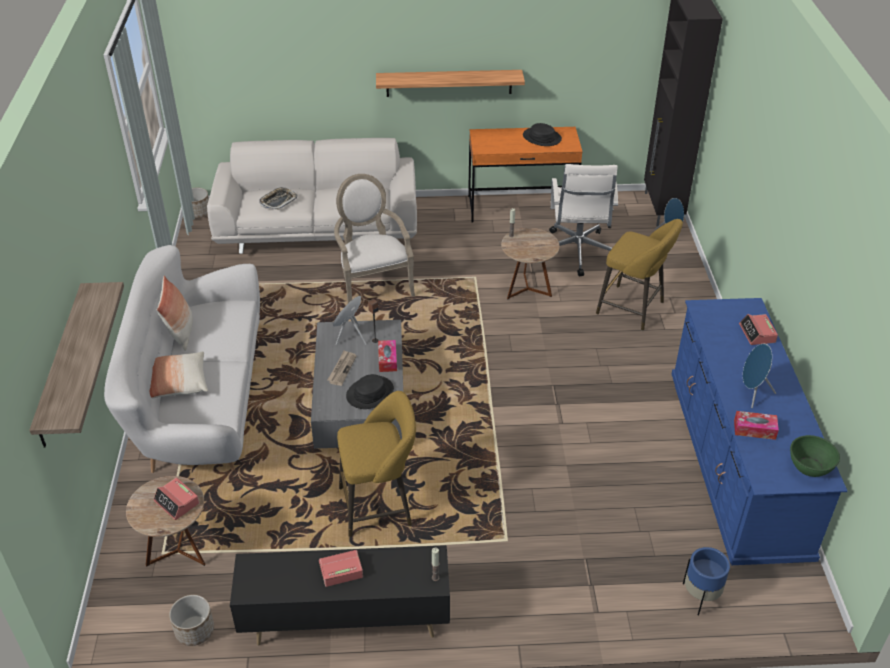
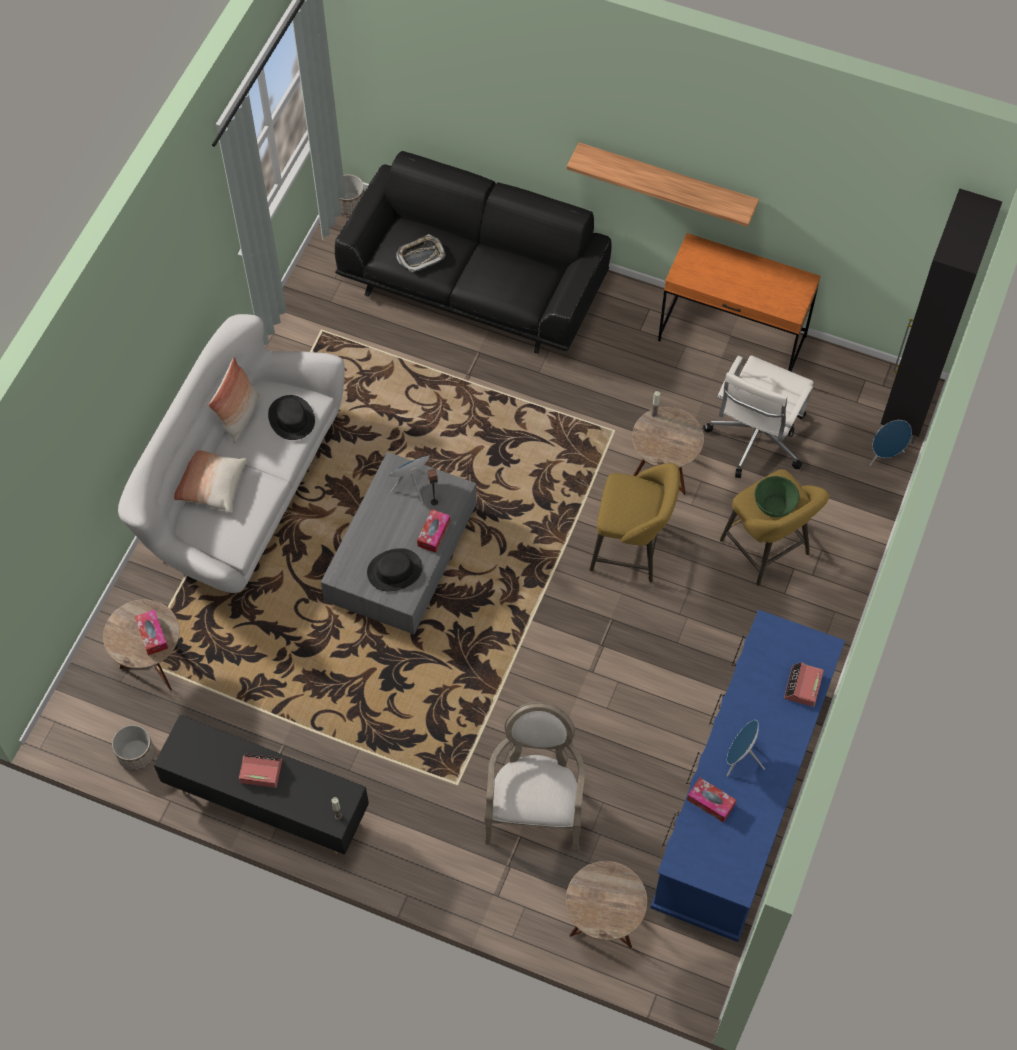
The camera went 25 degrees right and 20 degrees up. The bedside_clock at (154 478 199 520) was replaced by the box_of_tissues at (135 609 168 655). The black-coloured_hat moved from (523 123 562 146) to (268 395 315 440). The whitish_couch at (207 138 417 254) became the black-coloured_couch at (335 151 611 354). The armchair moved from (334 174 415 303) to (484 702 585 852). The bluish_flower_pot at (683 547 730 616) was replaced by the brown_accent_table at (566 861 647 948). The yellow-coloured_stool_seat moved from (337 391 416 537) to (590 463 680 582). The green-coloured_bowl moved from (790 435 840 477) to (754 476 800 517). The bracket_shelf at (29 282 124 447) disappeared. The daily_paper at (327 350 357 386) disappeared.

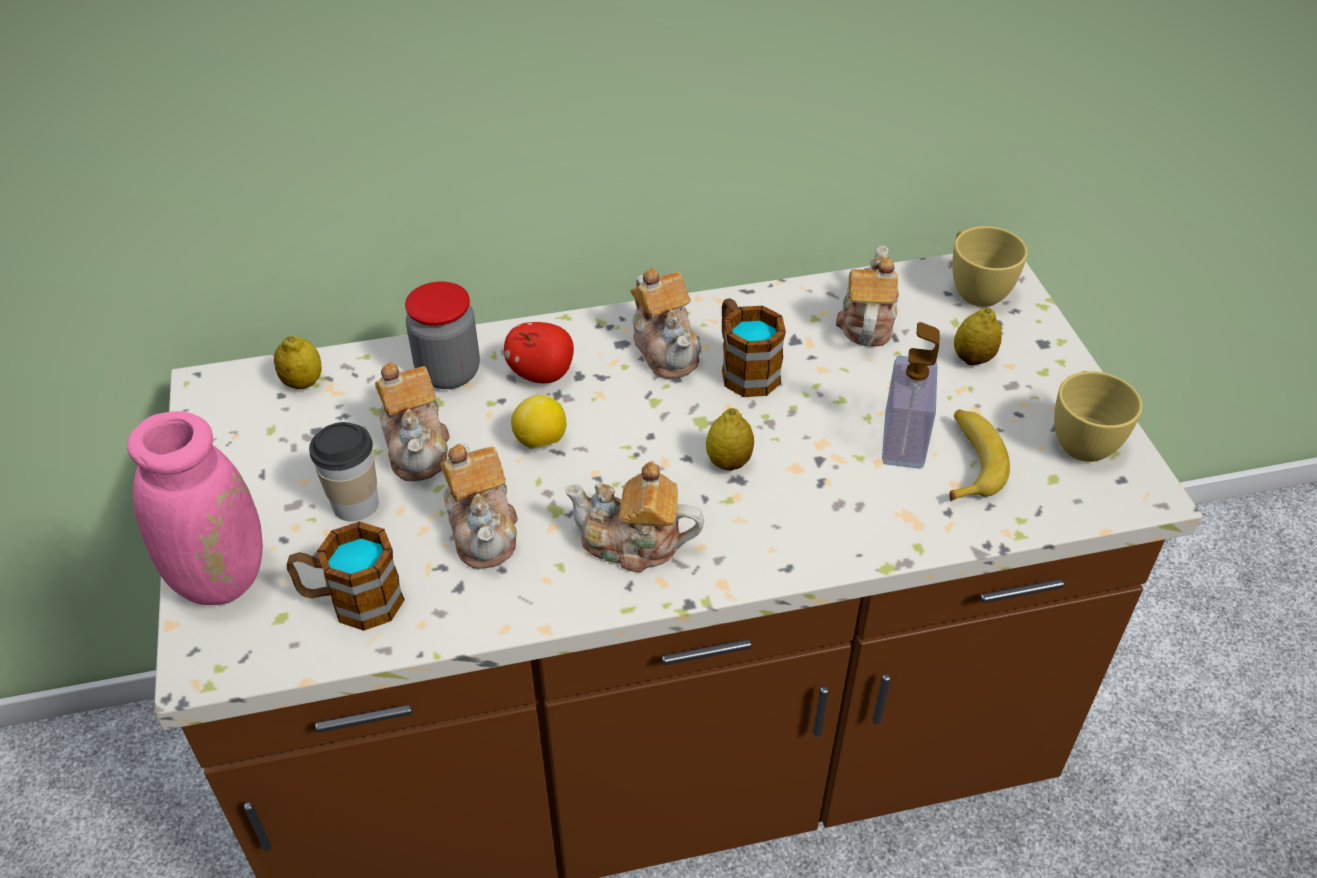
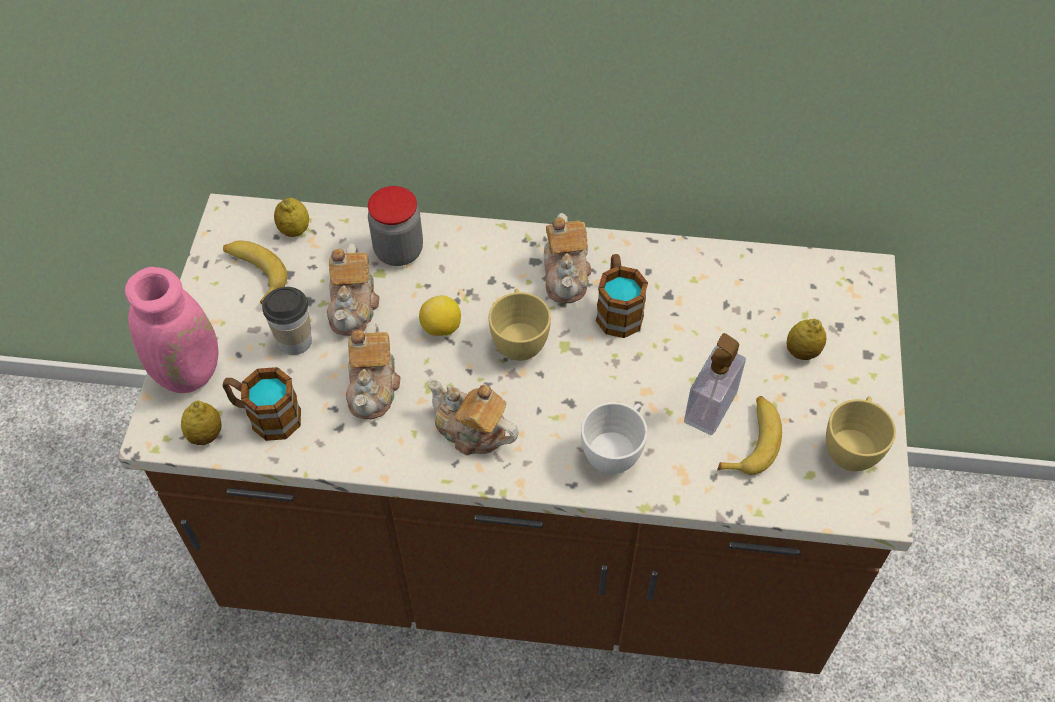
The camera went 20 degrees right and 10 degrees up. The lemon moved from (706 408 754 471) to (181 400 221 445). The banana at (223 241 287 304) appeared. The yellow-coloured_small_cup moved from (952 226 1028 307) to (489 289 551 361). The whitish_small_cup at (581 402 647 474) appeared. The whole_apple at (504 322 574 383) disappeared. The tea_pot at (836 245 899 347) disappeared.

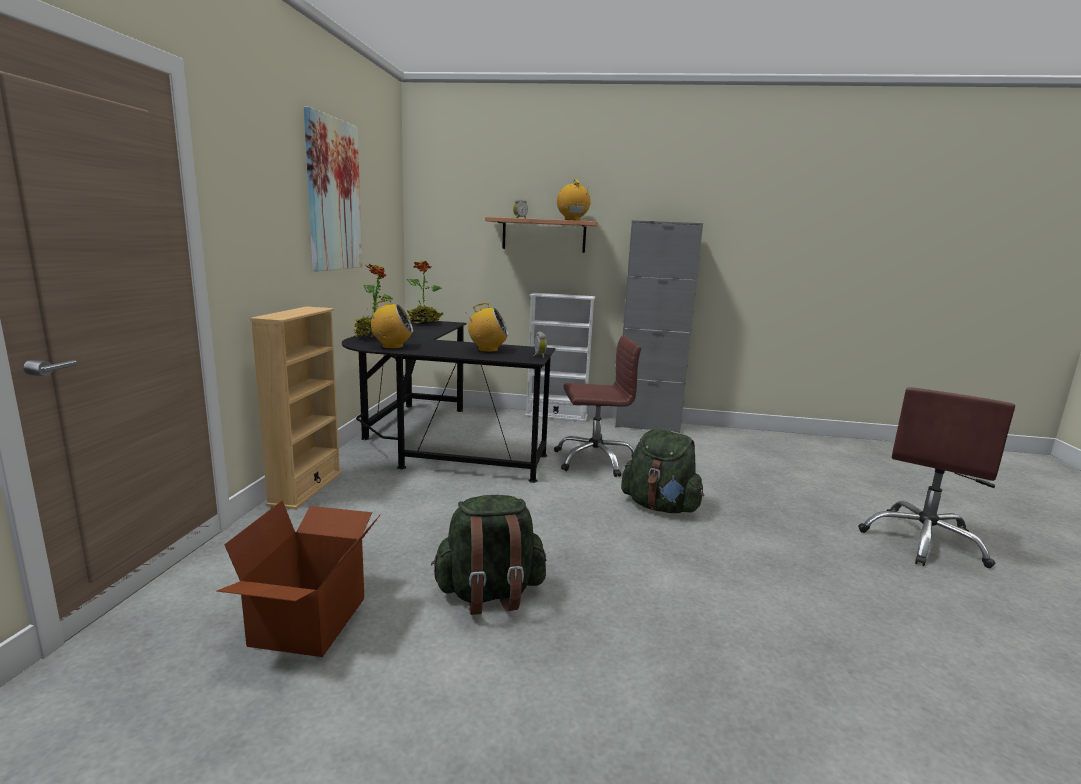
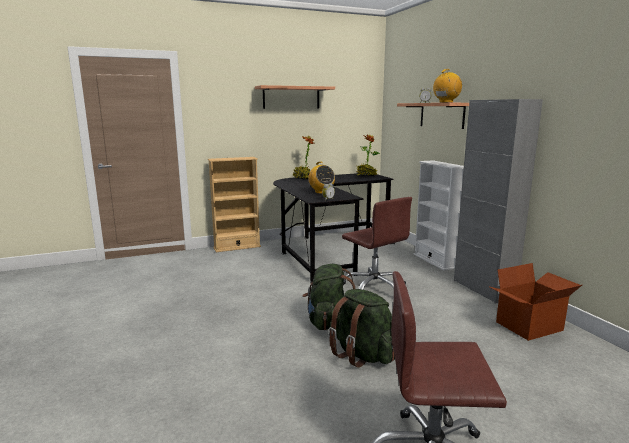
The camera went 60 degrees right and 0 degrees up. The wall_art at (304 107 362 271) was replaced by the bracket_shelf at (255 85 335 109). The green-coloured_rucksack moved from (431 495 546 615) to (328 289 395 368). The packing_box moved from (217 500 380 657) to (488 263 582 341). The radio_receiver at (368 299 413 349) disappeared.

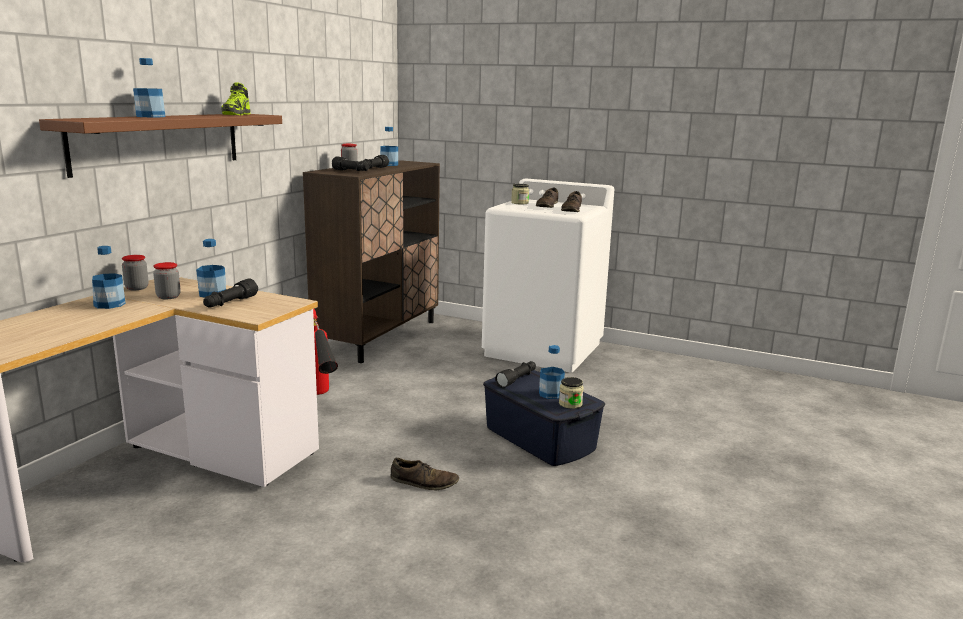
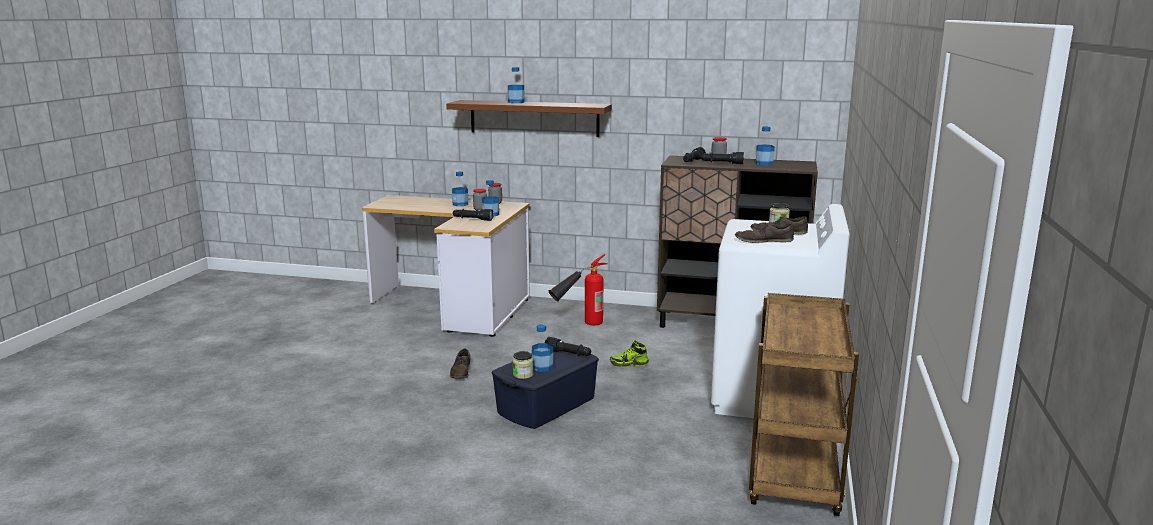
The camera went 80 degrees right and 0 degrees up. The shoe moved from (221 82 250 115) to (610 340 649 367). The brown_wheeled_cart at (749 293 859 516) appeared.

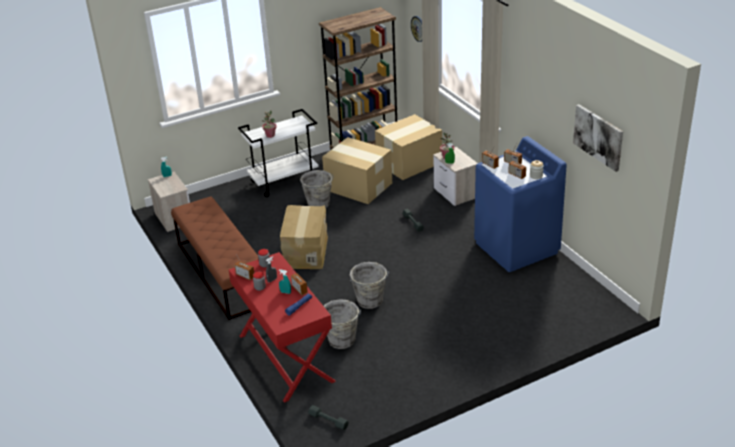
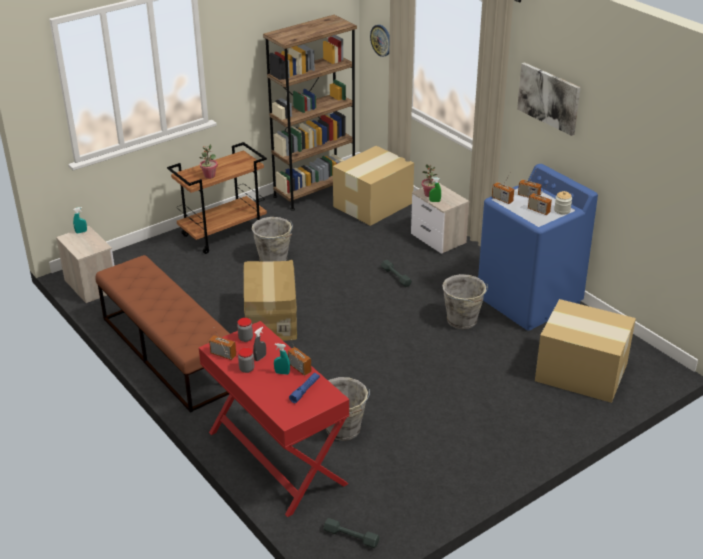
The camera went 10 degrees left and 0 degrees up. The whitish_wheeled_cart at (238 109 319 197) became the brown_wheeled_cart at (167 142 267 254). The gray_pail moved from (350 262 389 309) to (442 274 488 329). The wall_art moved from (573 104 623 172) to (517 62 581 136). The packing_box moved from (322 137 392 204) to (535 299 636 403).

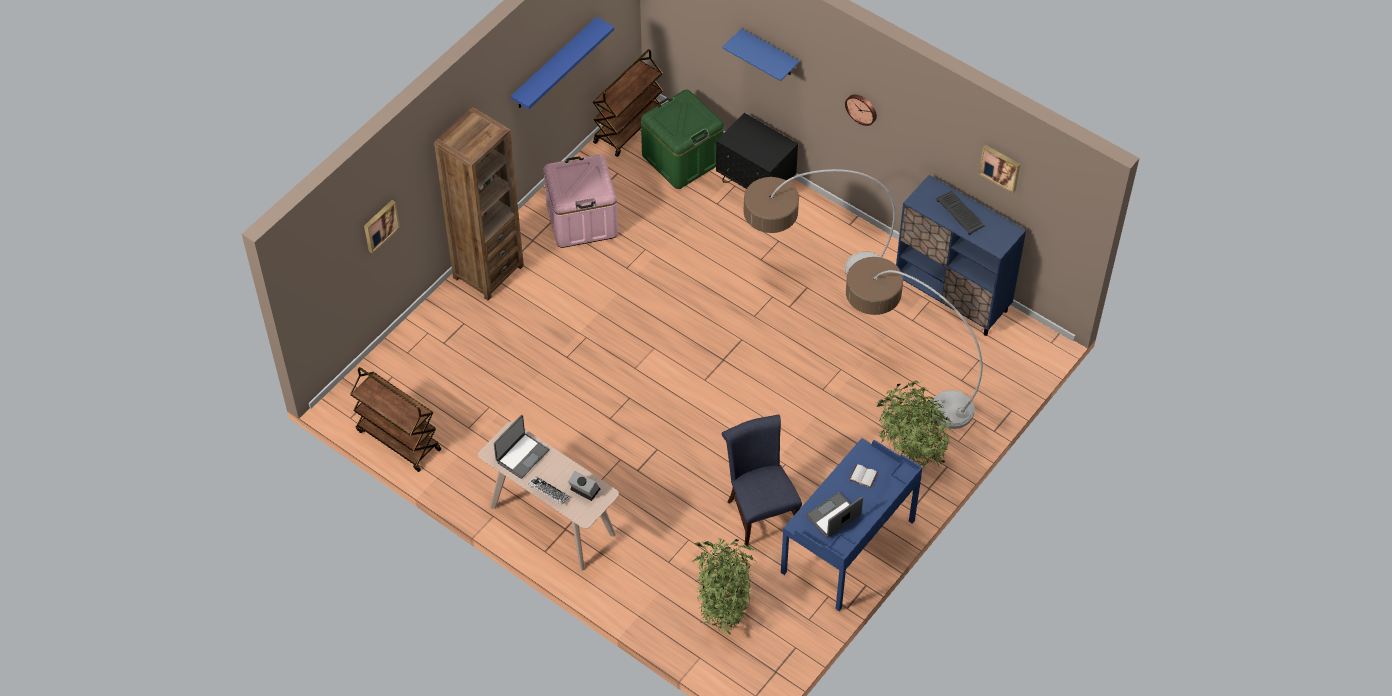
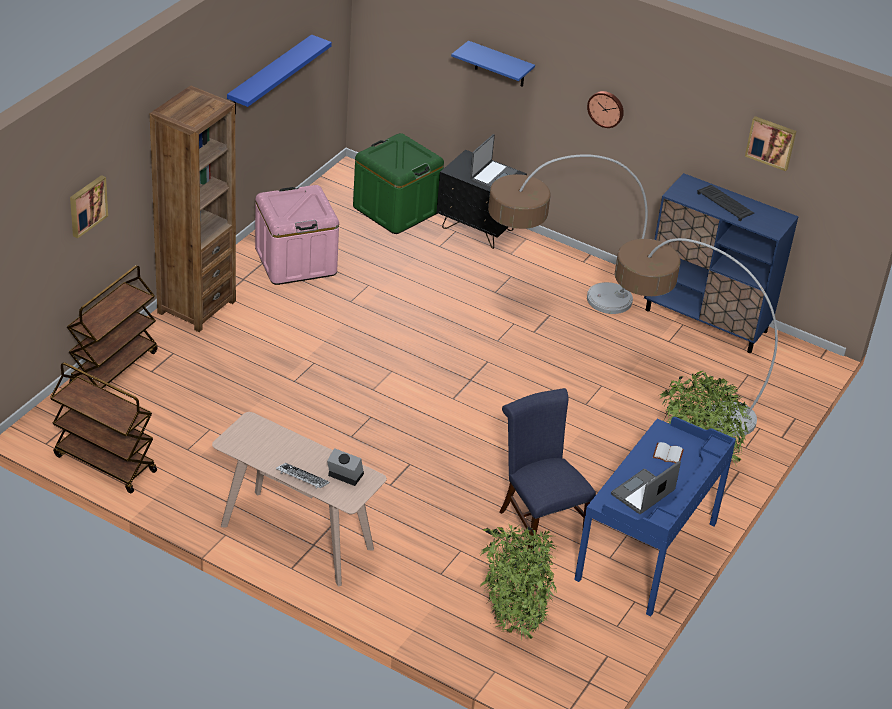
The camera went 10 degrees left and 15 degrees down. The brown_wheeled_cart moved from (593 49 663 157) to (67 265 158 388). The portable_computer moved from (494 415 549 479) to (470 134 518 188).

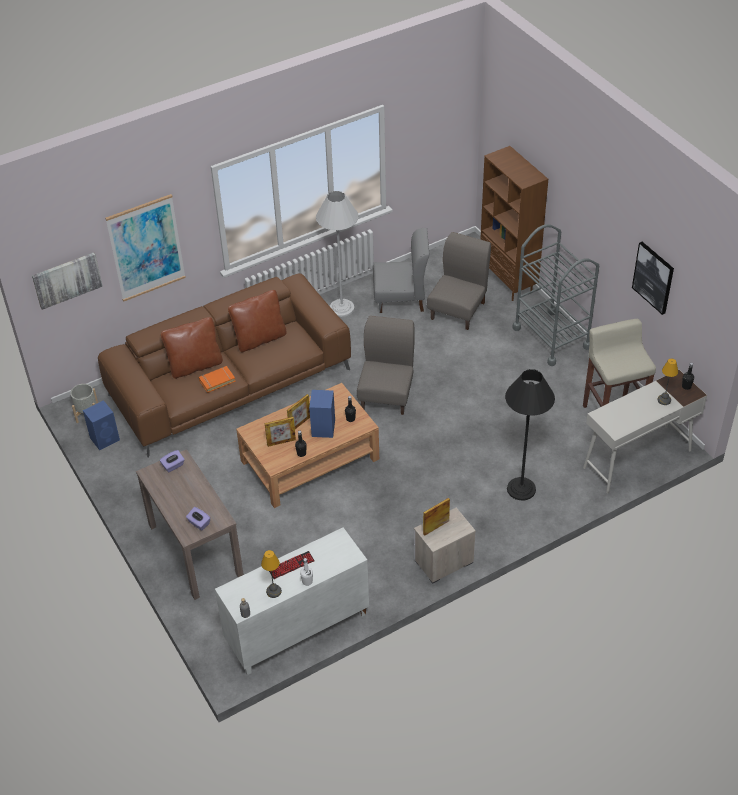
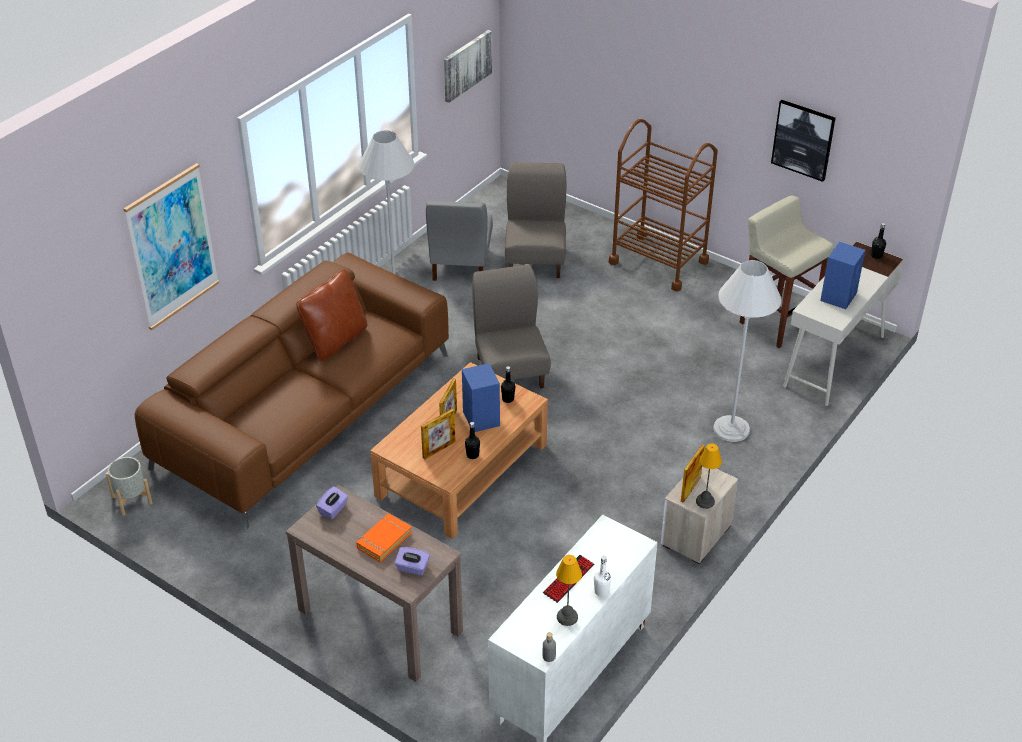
The camera went 25 degrees left and 5 degrees down. The orange_bound_book moved from (199 366 236 393) to (356 513 412 562). The gray_upright_chair at (373 228 429 313) turned 120 degrees clockwise. The wall_art moved from (32 253 103 310) to (444 30 492 103). The gray_wheeled_cart at (512 224 599 366) became the brown_wheeled_cart at (609 119 718 292). The lamp_for_a_table moved from (658 358 678 405) to (696 443 722 509). The black-coloured_standard_lamp at (505 369 555 500) became the whitish_standard_lamp at (713 260 781 442). The bluish_speaker moved from (83 400 120 450) to (820 242 865 309). The brown_cushion at (161 317 223 379) disappeared. The brown_bookshelf at (480 146 548 301) disappeared.

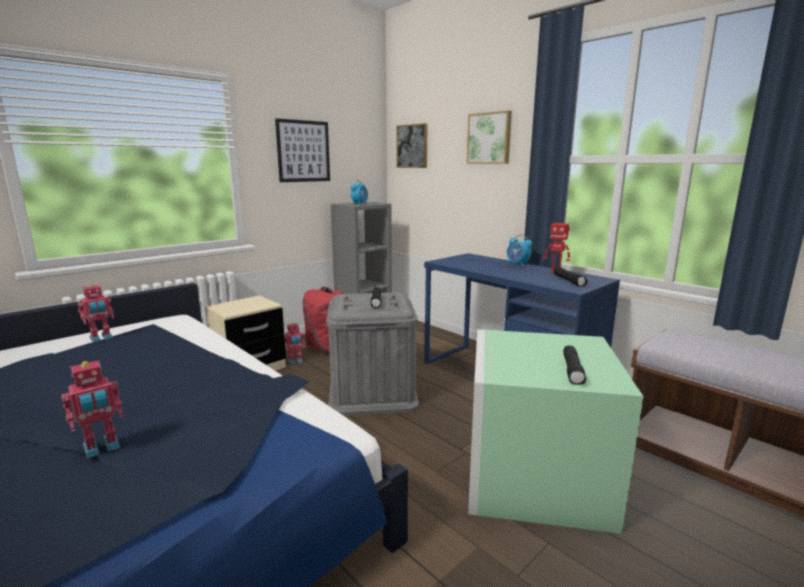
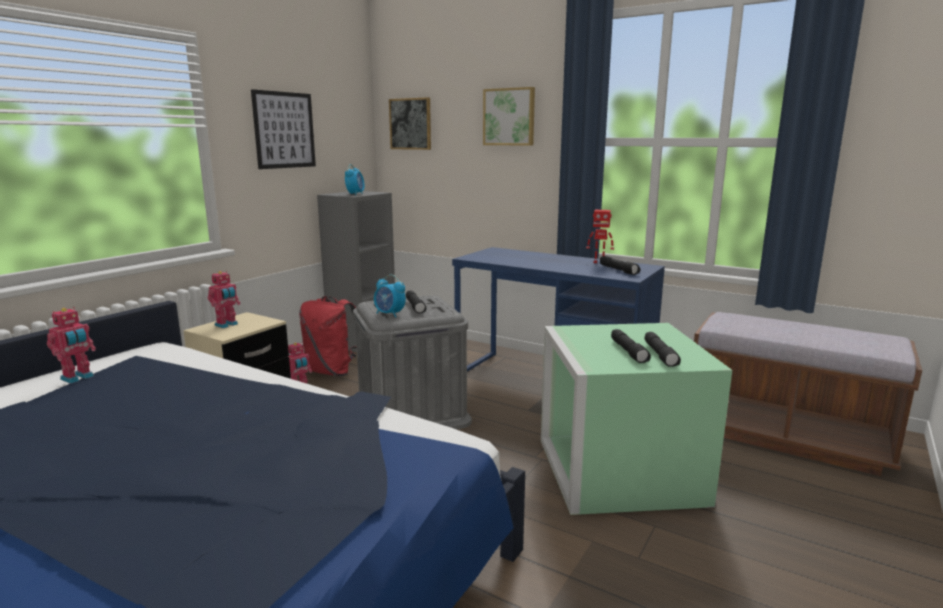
The camera went 15 degrees left and 0 degrees up. The robot_figure moved from (61 360 123 458) to (208 271 240 328). The bedside_clock moved from (507 234 532 266) to (374 275 406 318). The black-coloured_torch at (611 329 651 363) appeared.

